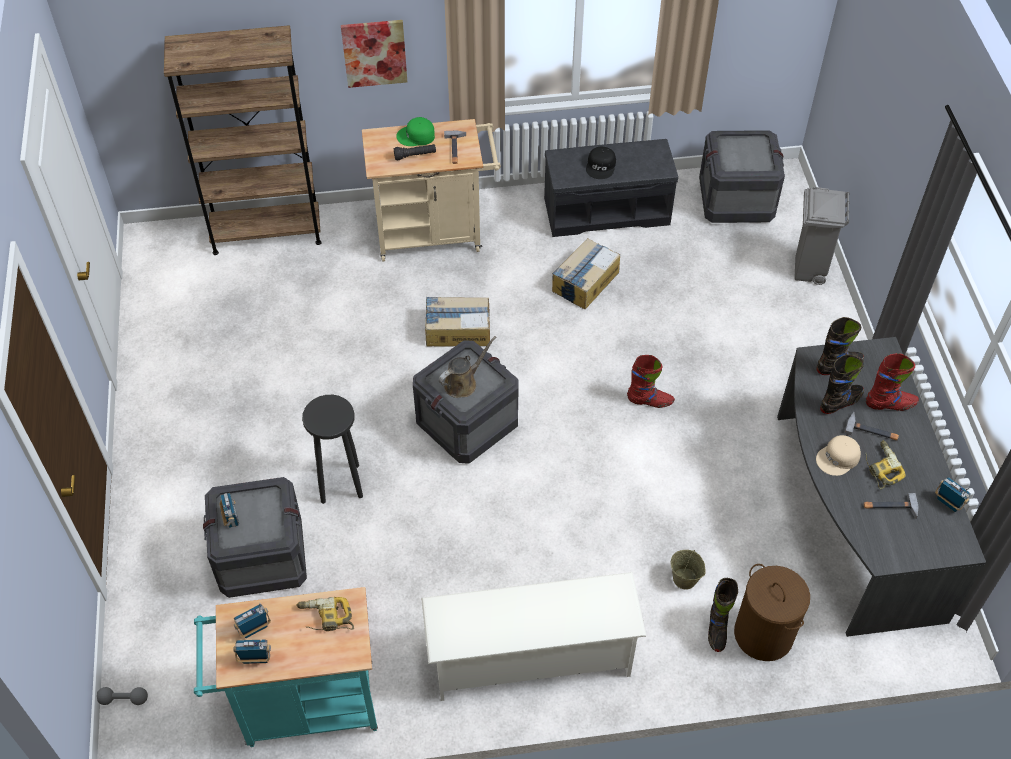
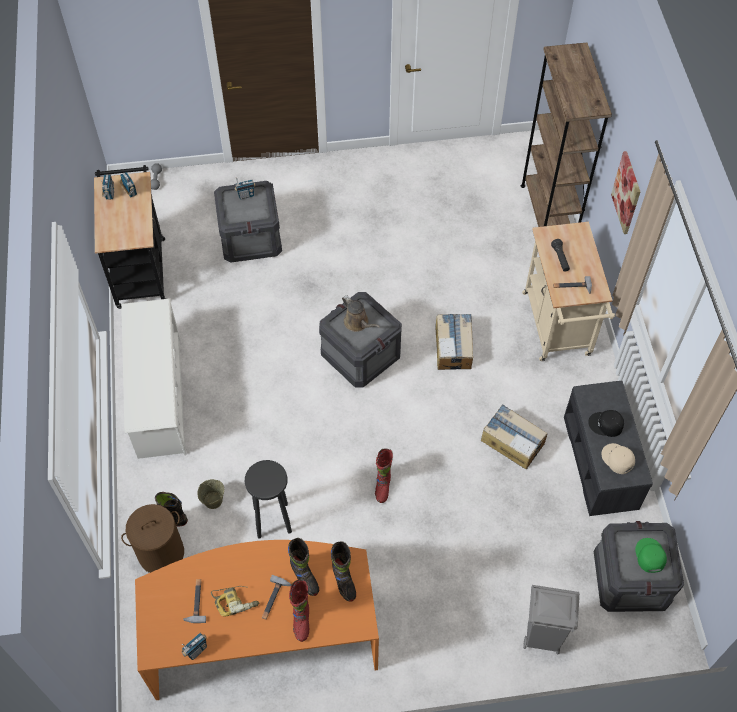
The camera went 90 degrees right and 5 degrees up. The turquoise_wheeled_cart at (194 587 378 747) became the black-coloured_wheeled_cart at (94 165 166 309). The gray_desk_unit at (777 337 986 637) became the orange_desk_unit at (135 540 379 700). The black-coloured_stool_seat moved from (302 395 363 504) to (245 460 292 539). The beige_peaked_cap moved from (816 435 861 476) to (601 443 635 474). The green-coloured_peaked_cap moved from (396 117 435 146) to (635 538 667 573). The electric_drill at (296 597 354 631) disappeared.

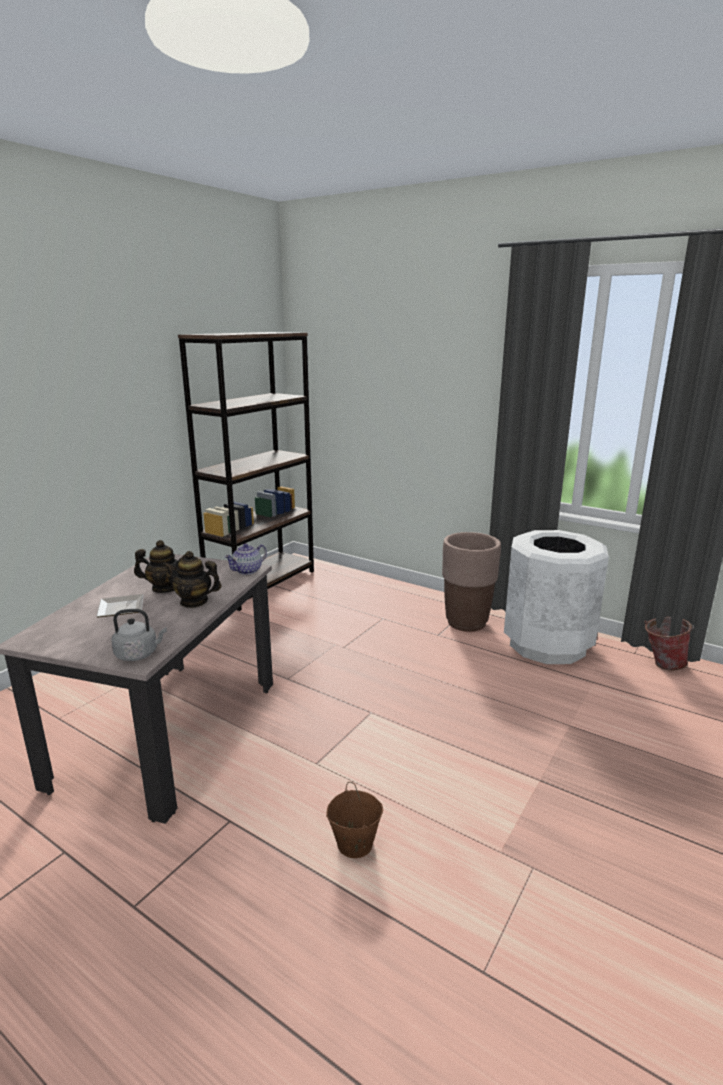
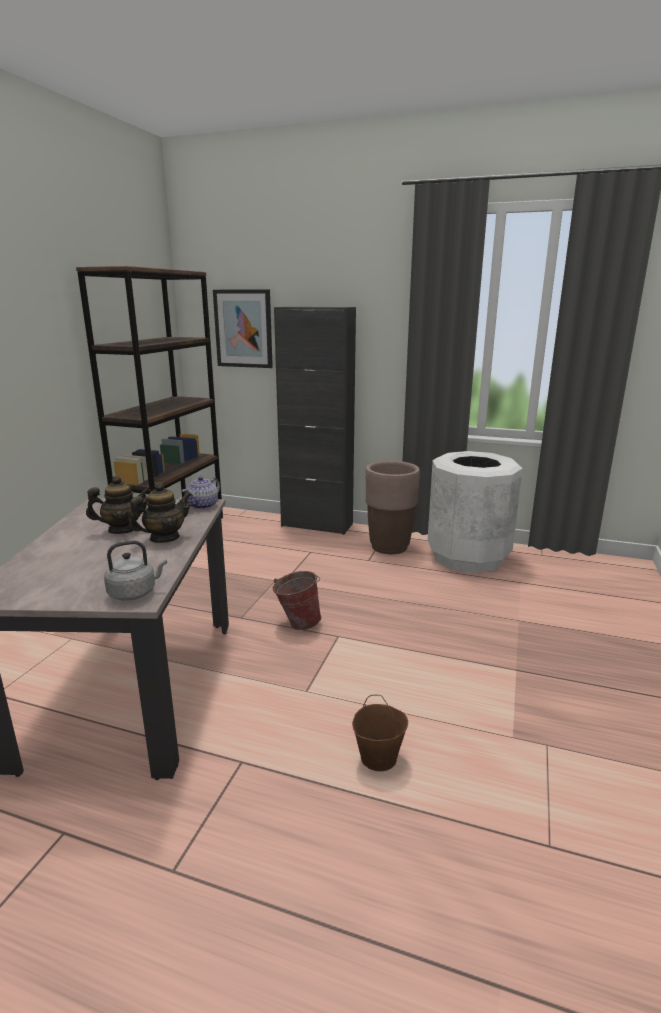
The camera went 15 degrees left and 0 degrees up. The tea_pot at (163 551 221 608) turned 150 degrees clockwise. The wall_art at (213 289 273 368) appeared. The pail moved from (644 617 694 670) to (273 571 321 630). The black-coloured_cabinet at (274 307 356 535) appeared. The plate at (96 594 144 617) disappeared.

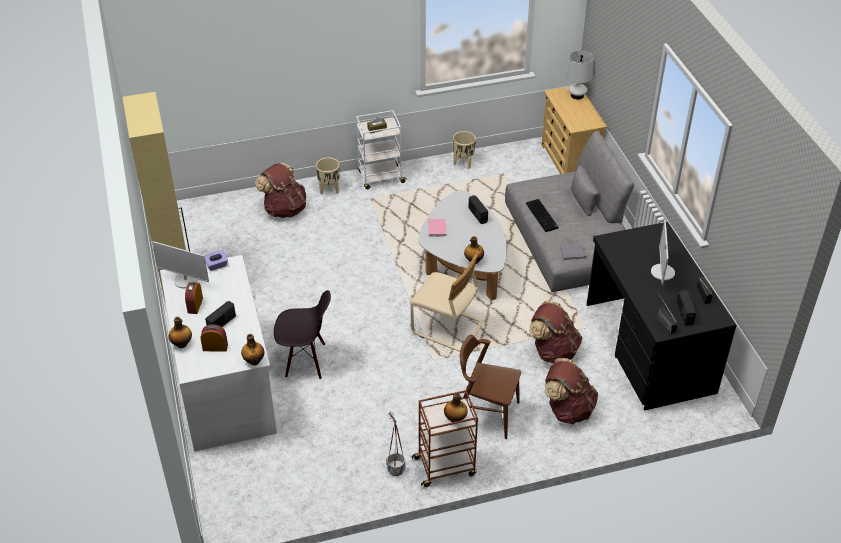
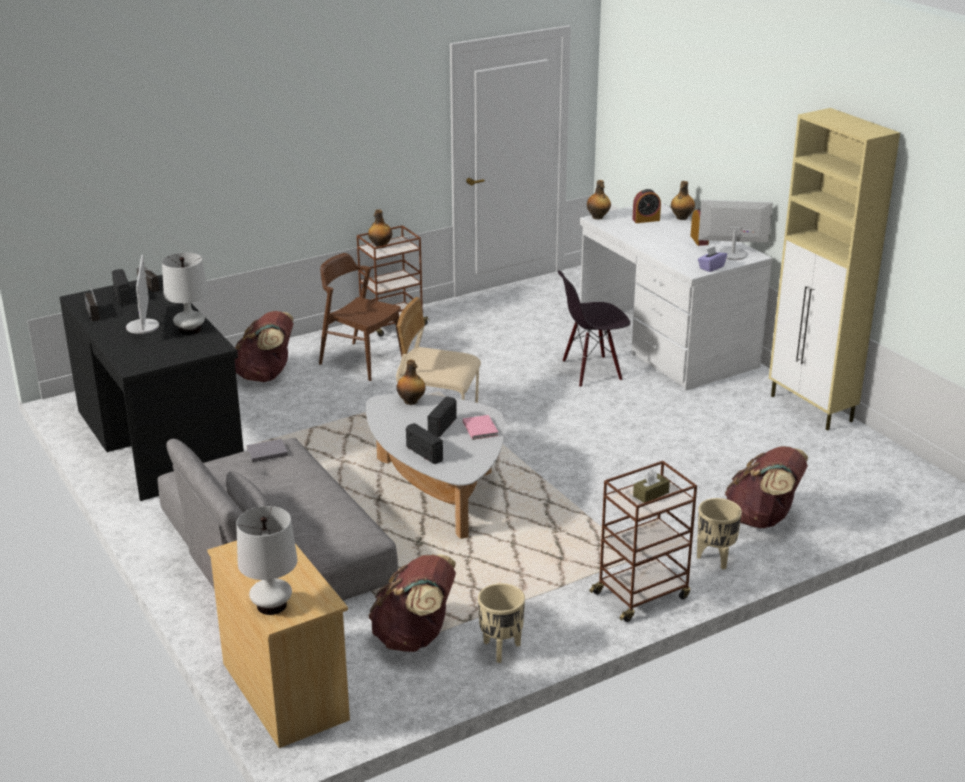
The camera went 165 degrees right and 15 degrees down. The whitish_lamp_for_a_table at (162 253 208 335) appeared. The brown_upright_chair at (460 335 521 439) turned 150 degrees counterclockwise. The brown_rucksack moved from (529 301 582 363) to (369 554 456 652). The radio_receiver moved from (205 301 236 327) to (428 397 457 437). The whitish_wheeled_cart at (356 110 407 189) became the brown_wheeled_cart at (589 461 697 622). The flower_pot at (387 412 405 476) disappeared. The keyboard at (526 199 559 232) disappeared.

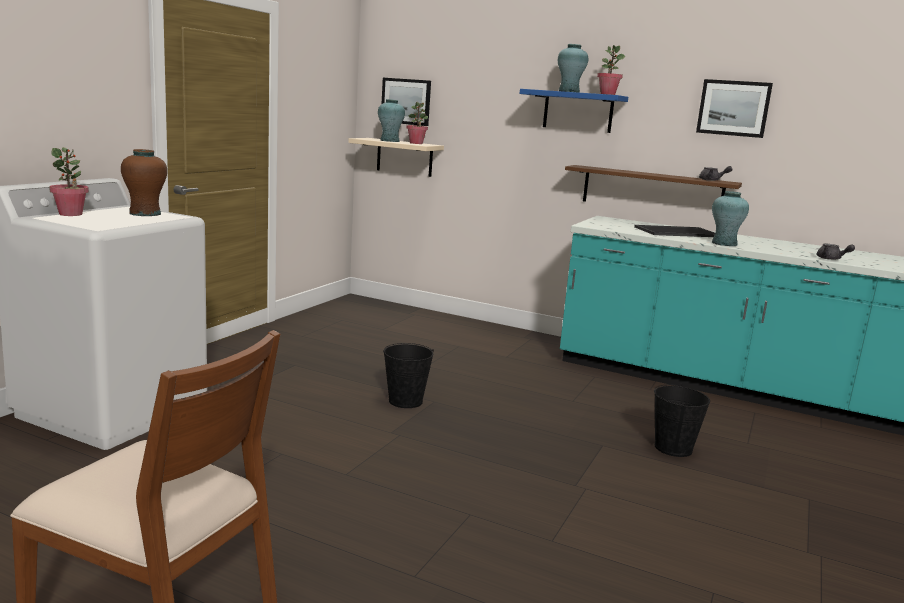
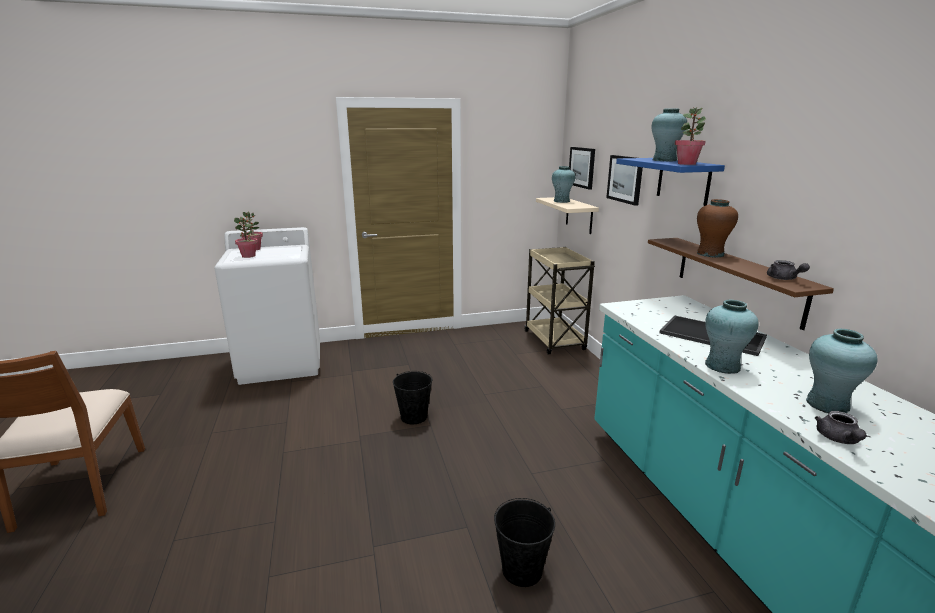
The camera went 50 degrees right and 5 degrees up. The potted_plant moved from (406 102 428 144) to (234 217 258 258). The beige_wheeled_cart at (524 247 595 355) appeared. The wall_art moved from (696 79 773 138) to (606 155 643 206). The brown_flower_vase moved from (121 149 167 216) to (697 199 738 257). The turquoise_flower_vase at (806 329 877 413) appeared.

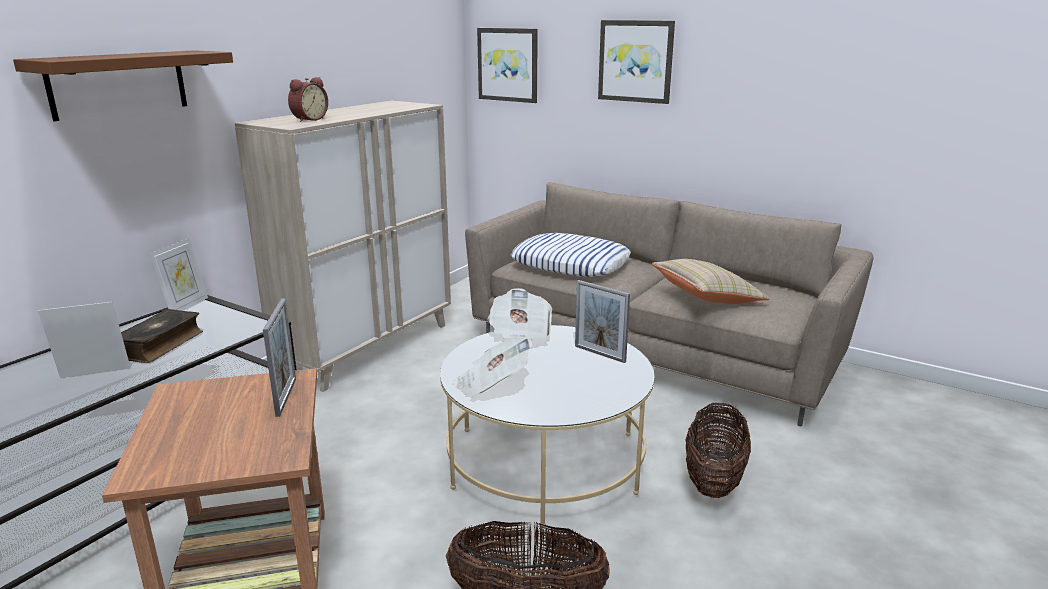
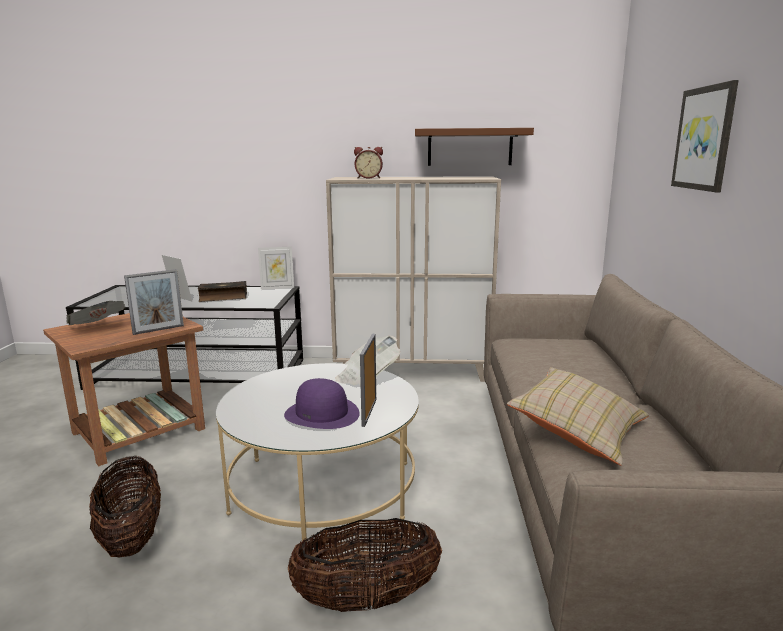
The camera went 60 degrees right and 5 degrees down. The daily_paper moved from (453 336 533 398) to (66 301 126 325). The purple-coloured_hat at (284 378 360 429) appeared. The brown_bracket_shelf moved from (13 50 233 121) to (415 128 534 166). The wall_art at (477 28 538 103) disappeared. The cushion at (511 233 631 277) disappeared.

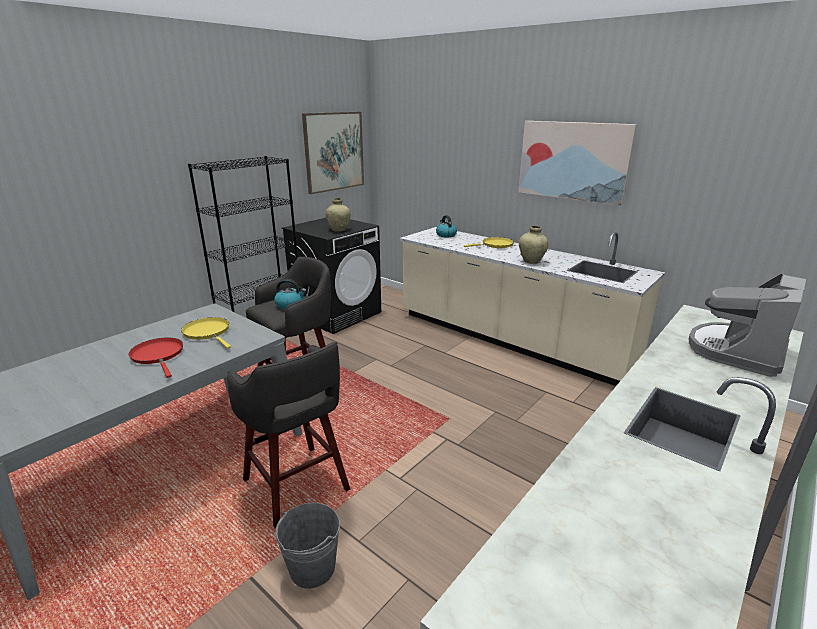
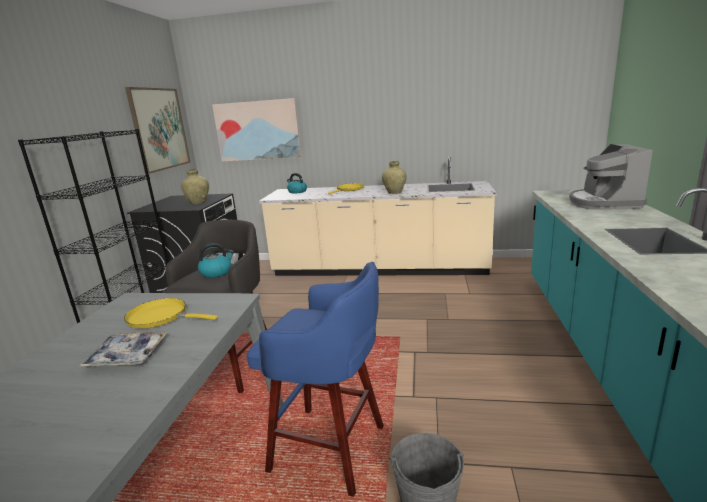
The camera went 30 degrees left and 5 degrees down. The reddish_skillet at (129 338 183 378) was replaced by the serving_tray at (78 331 168 367). The wall_art moved from (518 121 637 206) to (212 98 302 162). The gray_stool_seat at (227 342 350 529) became the bluish_stool_seat at (247 262 384 497).

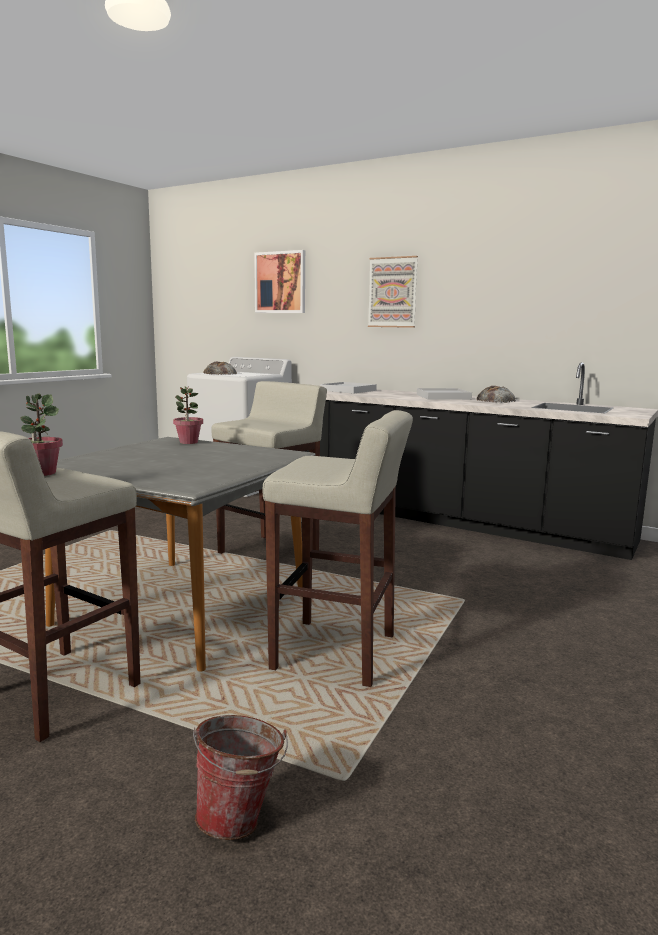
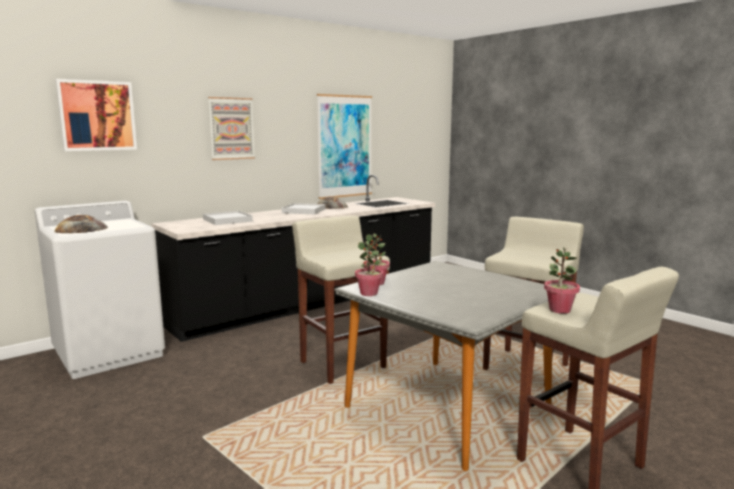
The camera went 70 degrees left and 0 degrees up. The wall_art at (317 94 372 199) appeared. The potted_plant at (355 241 383 296) appeared. The pail at (193 715 288 840) disappeared.

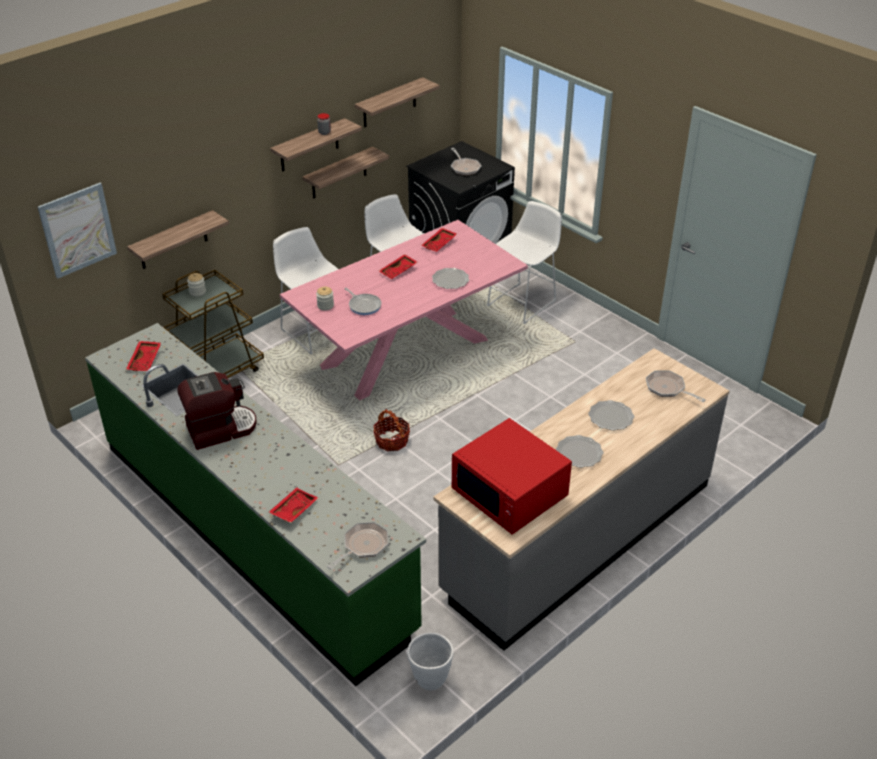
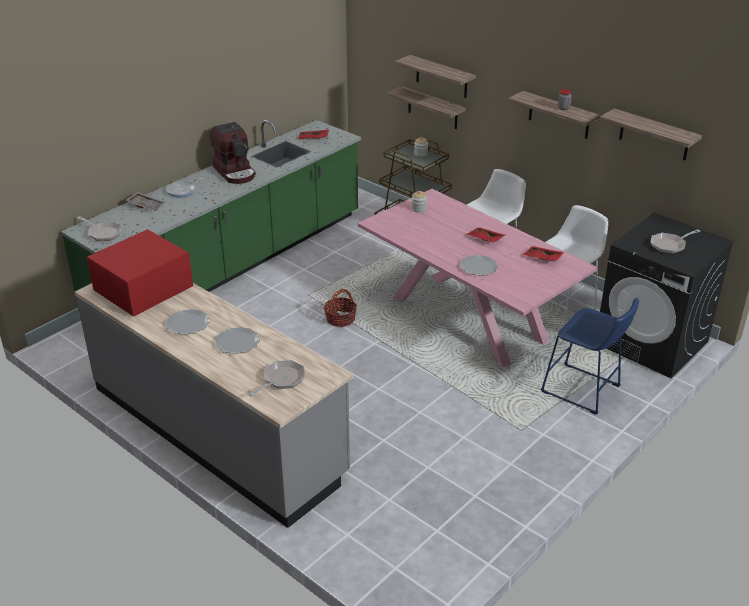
The camera went 85 degrees right and 5 degrees down. The reddish_serving_tray at (269 487 318 523) became the gray_serving_tray at (126 192 165 211). The skillet moved from (344 288 381 315) to (166 177 205 198). The bracket_shelf moved from (303 147 389 198) to (395 55 476 98). The whitish_stool_seat at (487 201 562 324) became the bluish_stool_seat at (541 298 639 415). The wall_art at (38 183 117 279) disappeared. The whitish_flower_pot at (407 633 454 690) disappeared.

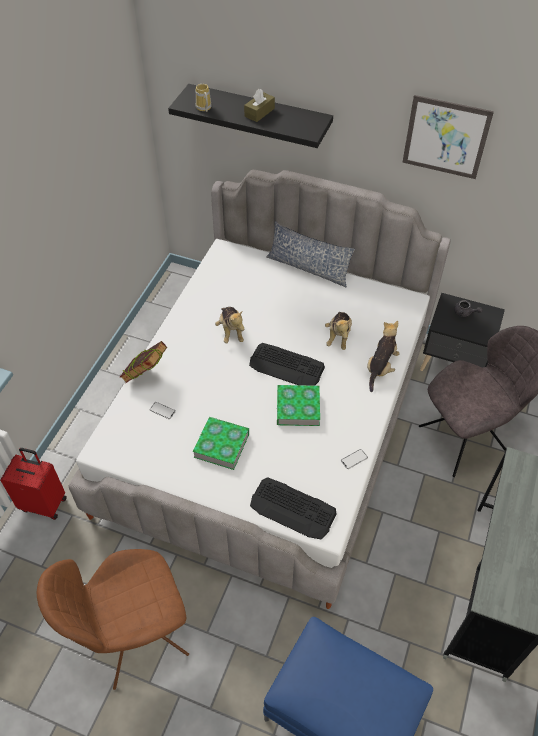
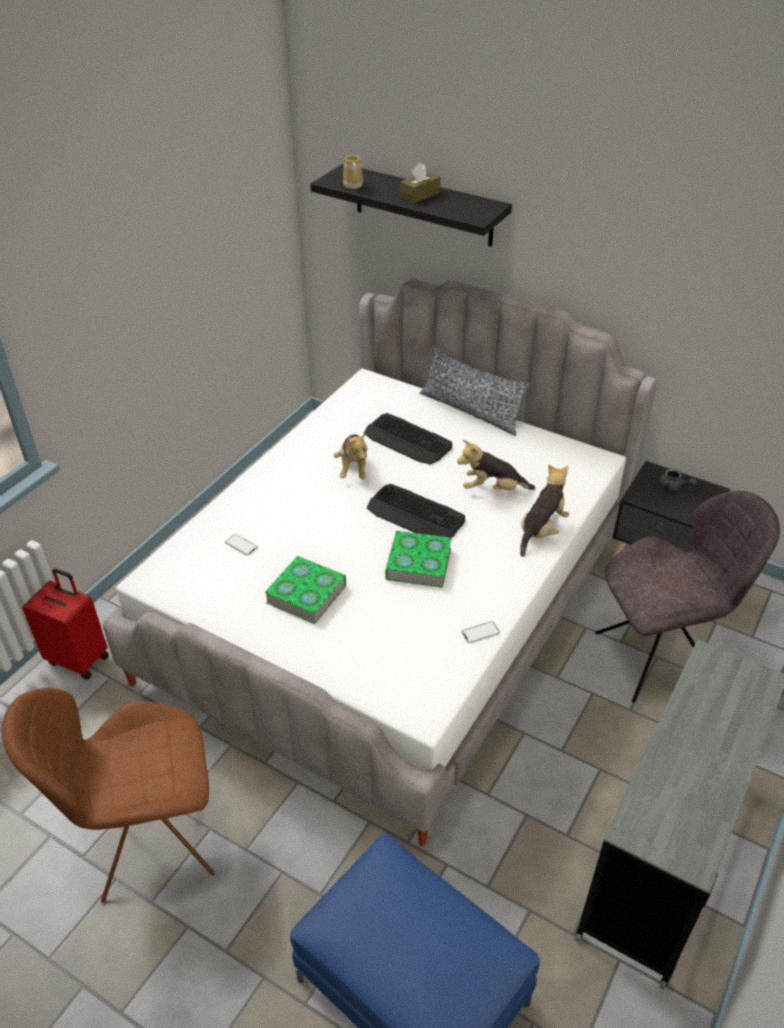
The camera went 10 degrees right and 10 degrees down. The keyboard moved from (250 477 337 540) to (364 413 452 465). The cuddly_toy at (325 312 352 350) turned 75 degrees clockwise. The bound_book at (120 341 167 383) disappeared. The wall_art at (402 95 494 179) disappeared.

